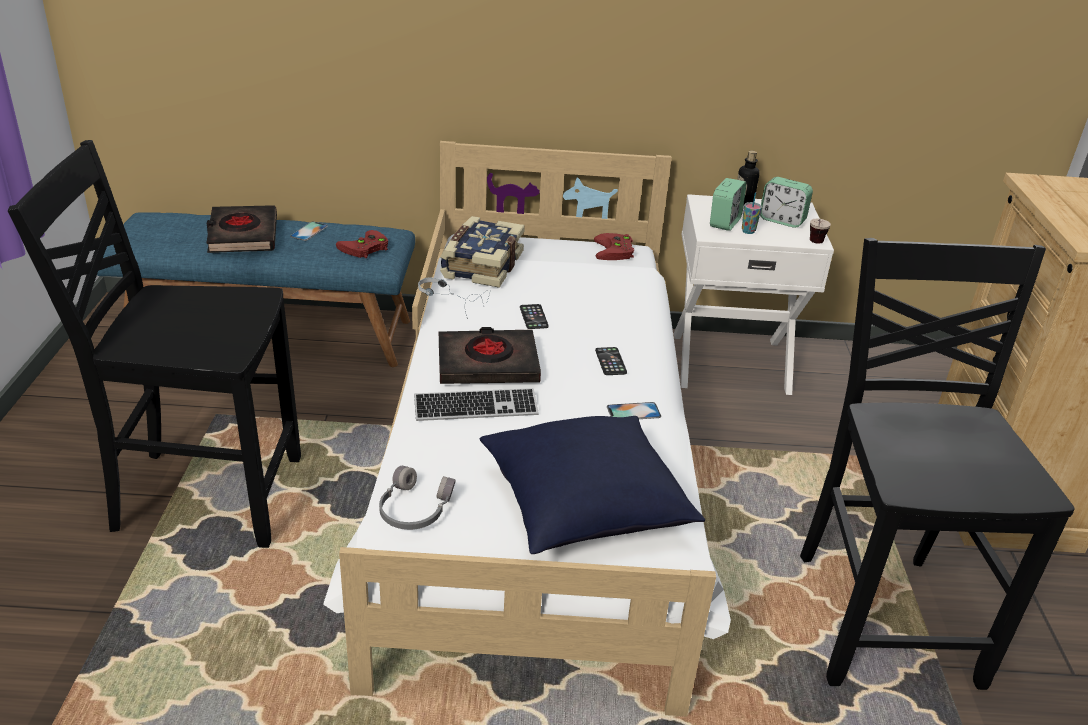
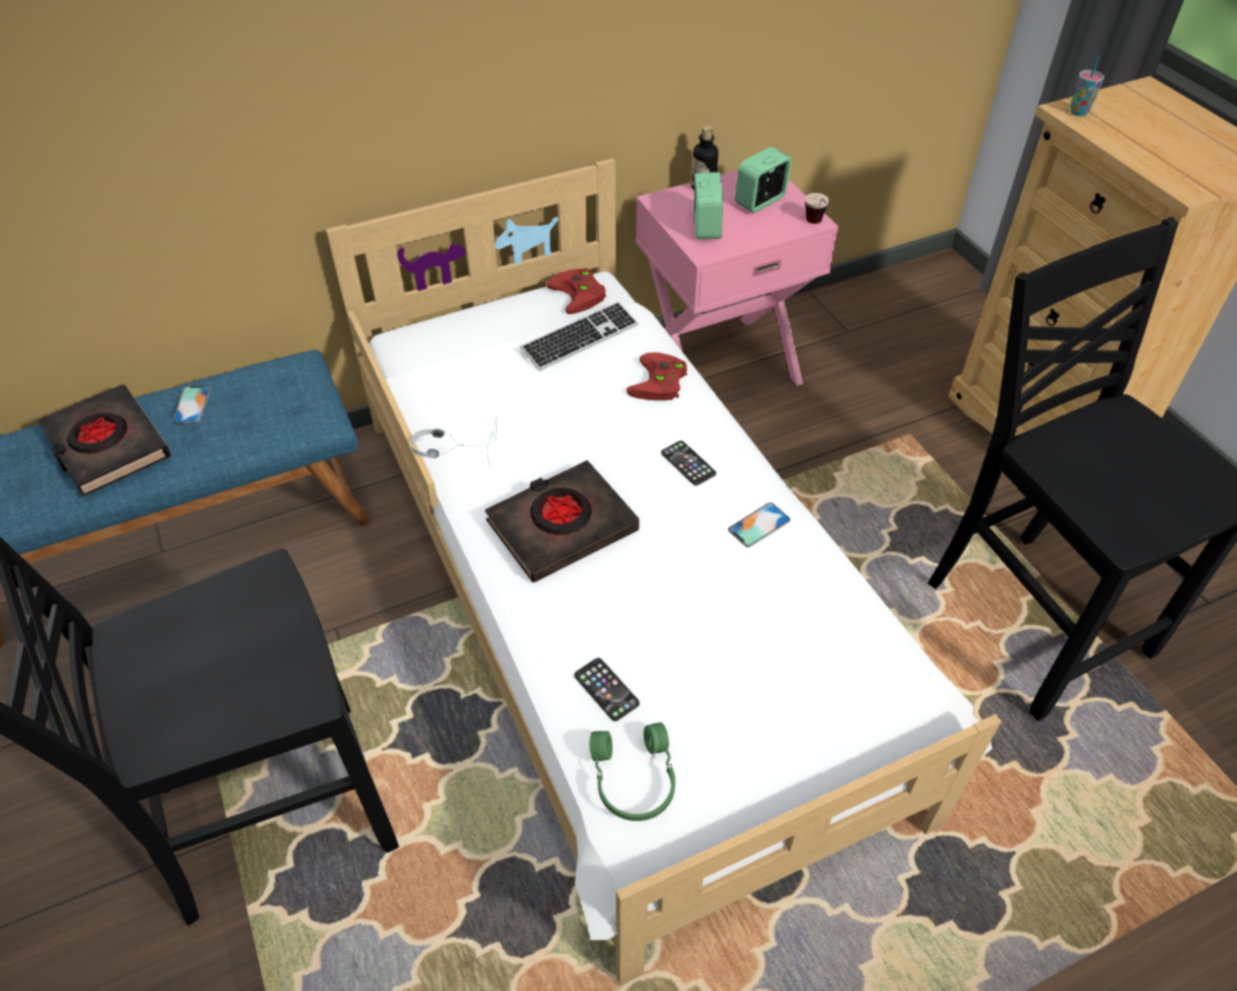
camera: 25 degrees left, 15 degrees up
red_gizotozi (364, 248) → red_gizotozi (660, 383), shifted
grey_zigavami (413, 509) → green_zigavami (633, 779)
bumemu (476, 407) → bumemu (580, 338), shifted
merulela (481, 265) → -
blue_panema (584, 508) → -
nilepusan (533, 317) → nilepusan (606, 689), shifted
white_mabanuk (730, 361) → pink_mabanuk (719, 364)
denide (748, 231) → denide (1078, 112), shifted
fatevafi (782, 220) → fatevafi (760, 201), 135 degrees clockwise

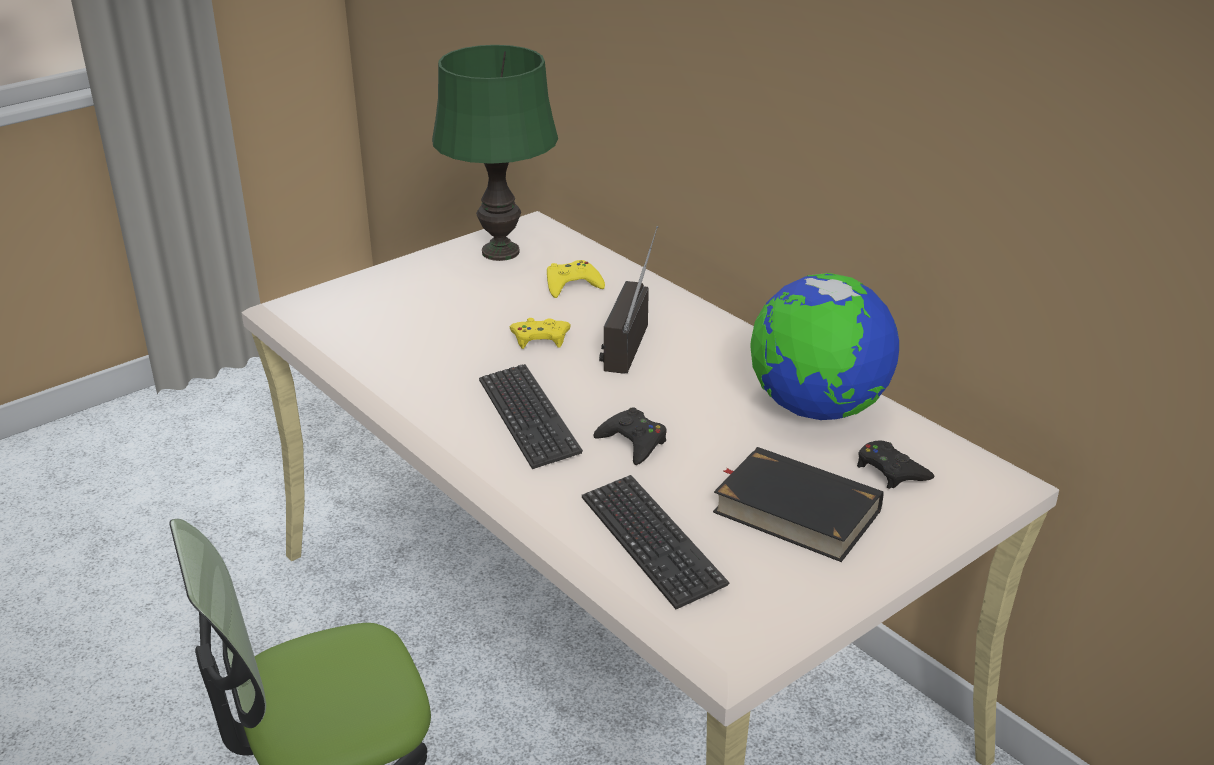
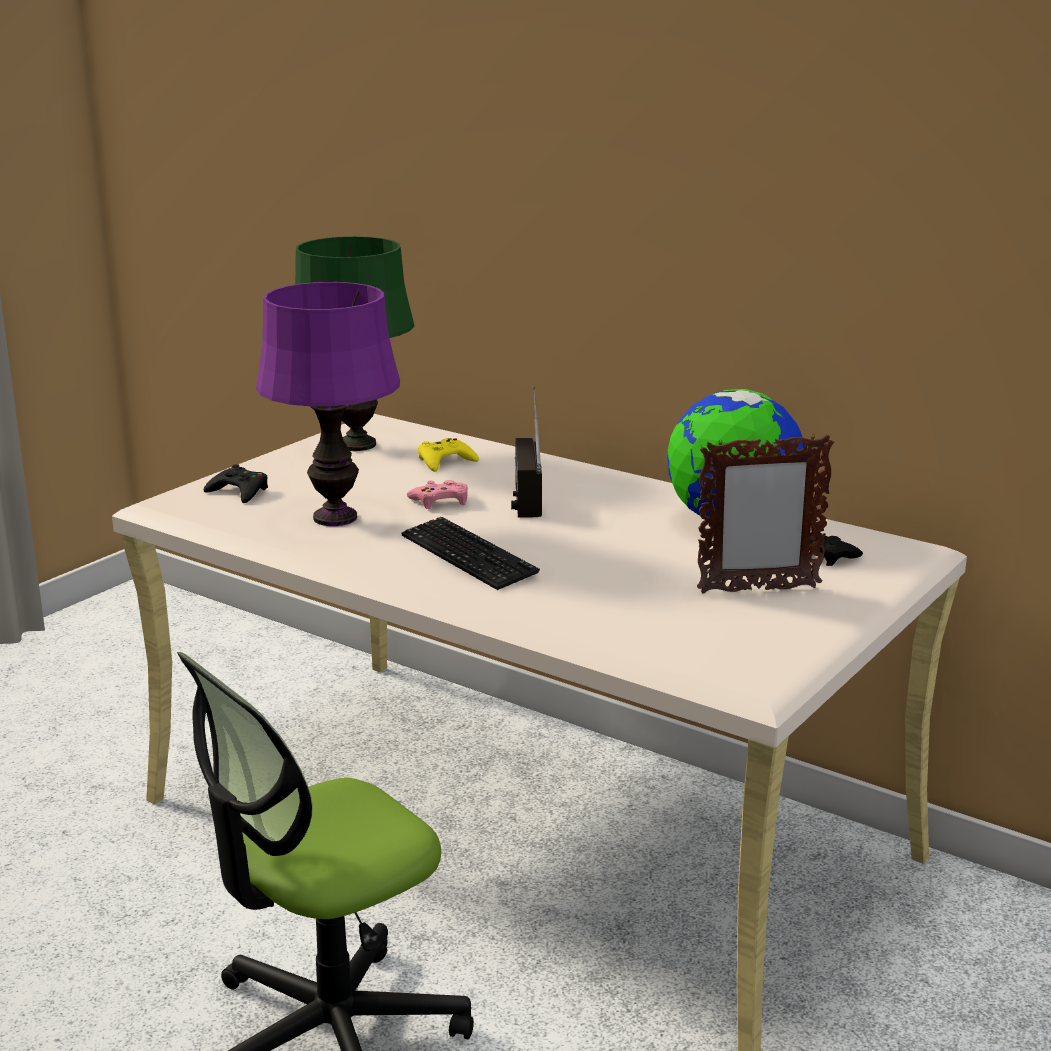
camera: 15 degrees left, 10 degrees down
yellow_gizotozi (540, 338) → pink_gizotozi (440, 501)
bumemu (651, 542) → -
black_gizotozi (633, 442) → black_gizotozi (239, 491), shifted
black_merulela (796, 511) → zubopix (757, 590)
- → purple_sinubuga (334, 518)

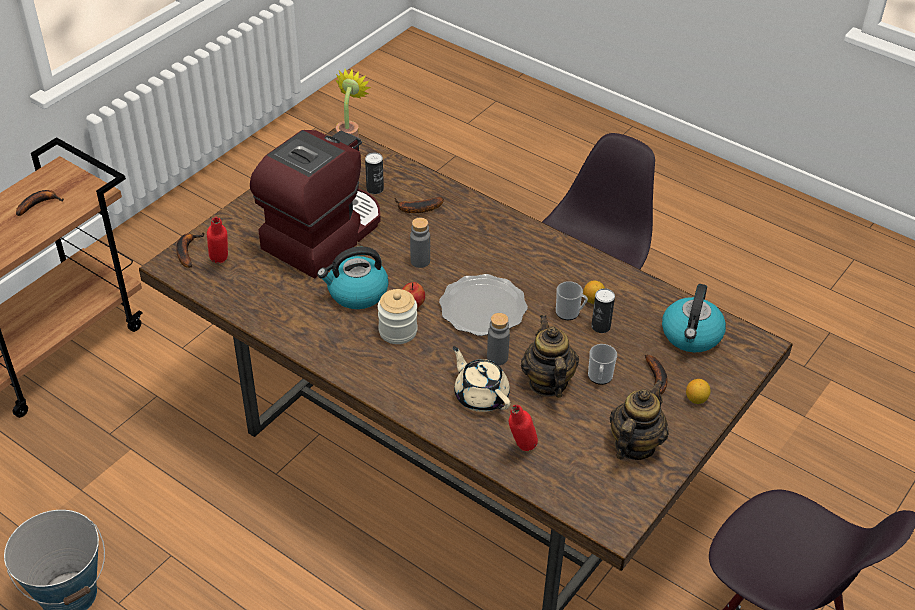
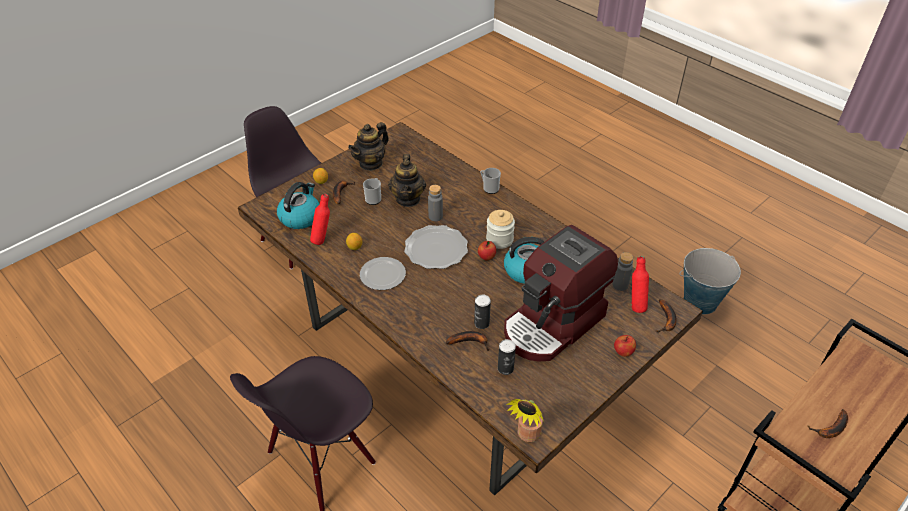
camera: 170 degrees left, 0 degrees up
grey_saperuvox (420, 261) → grey_saperuvox (620, 285), shifted
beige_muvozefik (480, 395) → -
red_saperuvox (521, 451) → red_saperuvox (323, 239), shifted
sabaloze (570, 313) → sabaloze (489, 188), shifted
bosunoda (600, 326) → bosunoda (481, 323), shifted
- → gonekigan (382, 275)
- → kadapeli (623, 352)

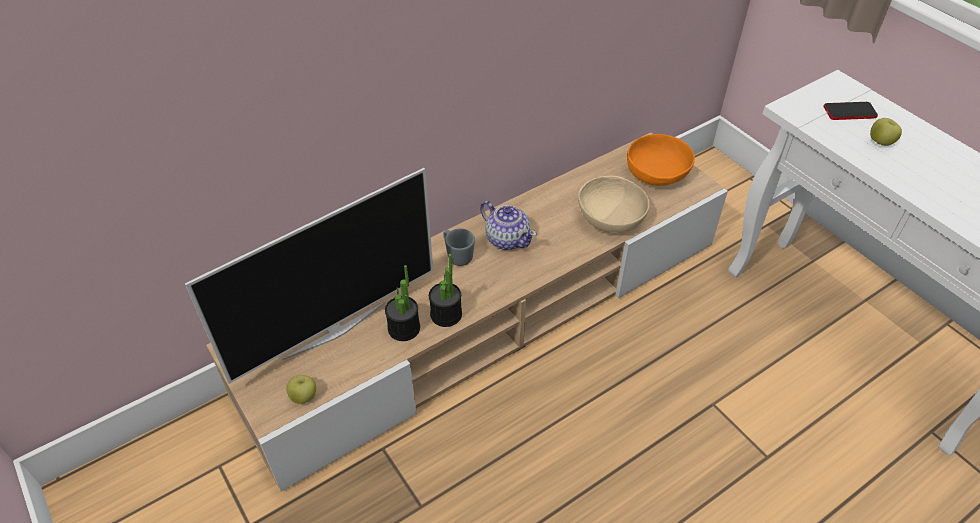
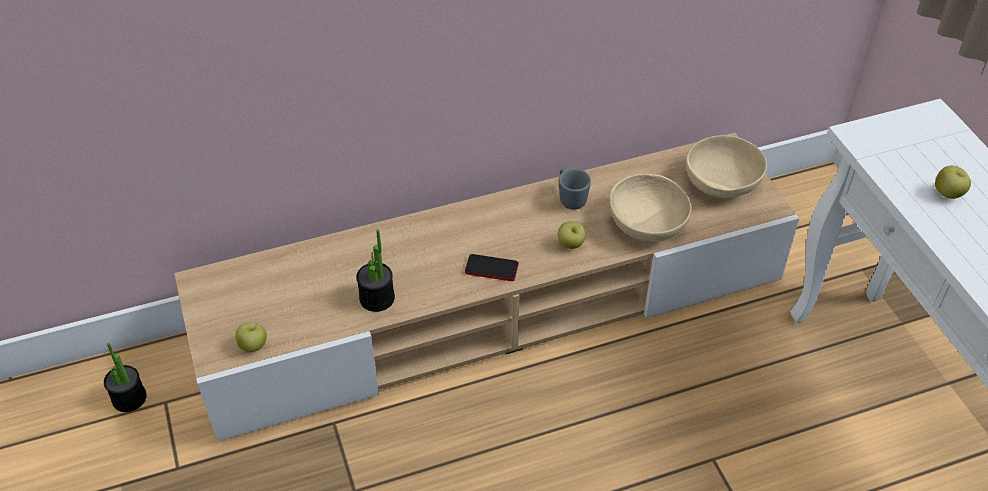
camera: 15 degrees right, 0 degrees up
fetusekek (334, 329) → -
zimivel (446, 314) → zimivel (129, 398), shifted
grey_sabaloze (457, 256) → grey_sabaloze (570, 198), shifted
muvozefik (507, 239) → -
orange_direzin (657, 174) → beige_direzin (722, 183)
nilepusan (849, 112) → nilepusan (491, 268), shifted
- → kadapeli (570, 244)

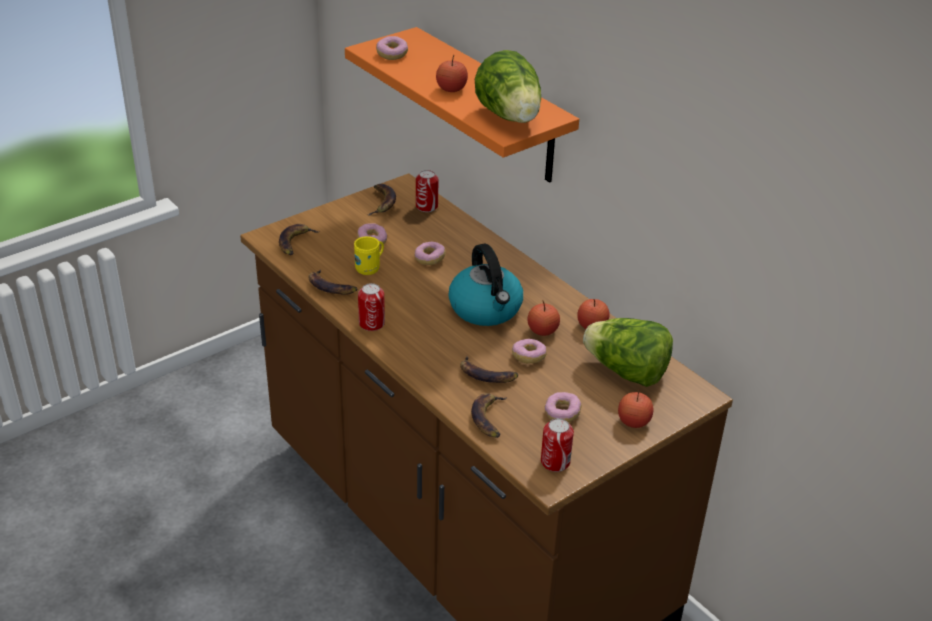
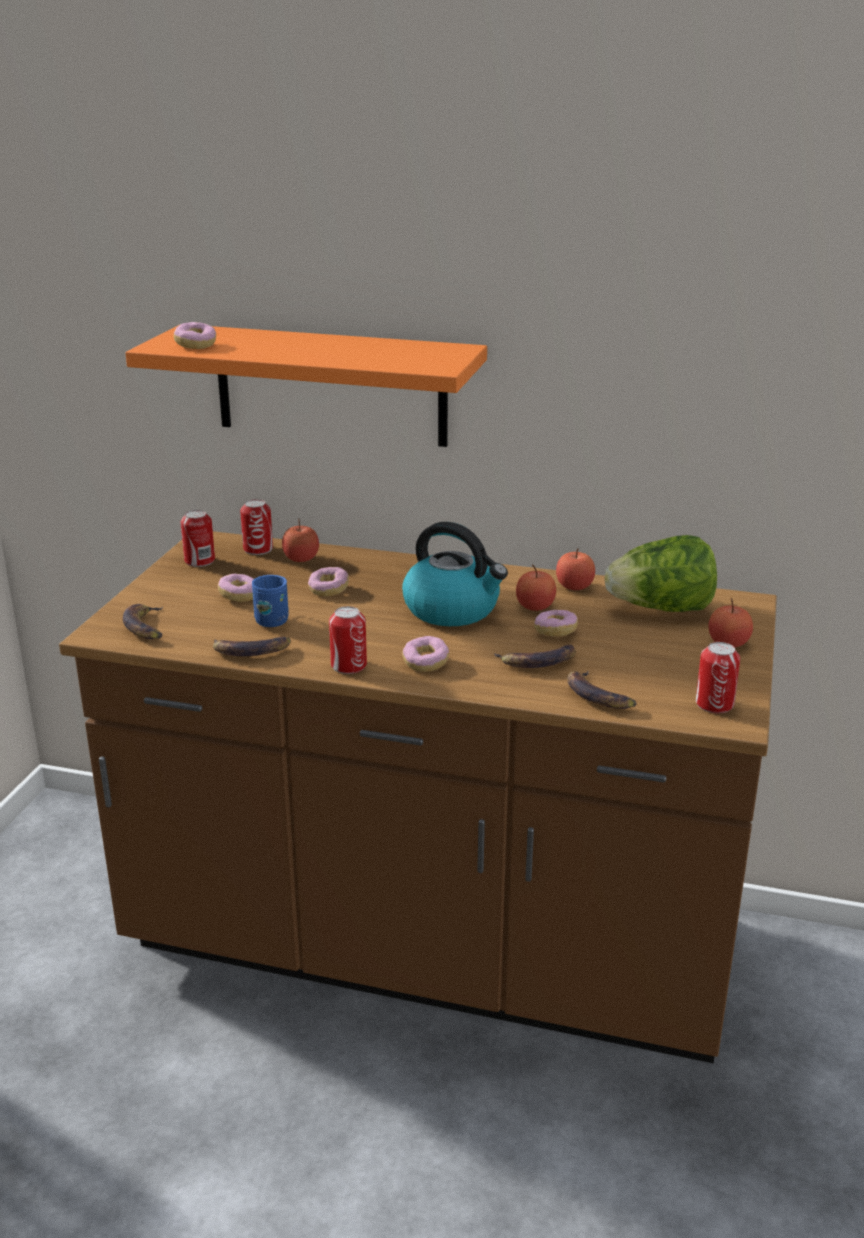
camera: 35 degrees left, 10 degrees down
yellow_sabaloze (370, 268) → blue_sabaloze (273, 619)
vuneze (381, 202) → bosunoda (199, 561)
kadapeli (451, 89) → kadapeli (301, 559), shifted
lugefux (510, 117) → -
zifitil (562, 413) → zifitil (425, 663), shifted

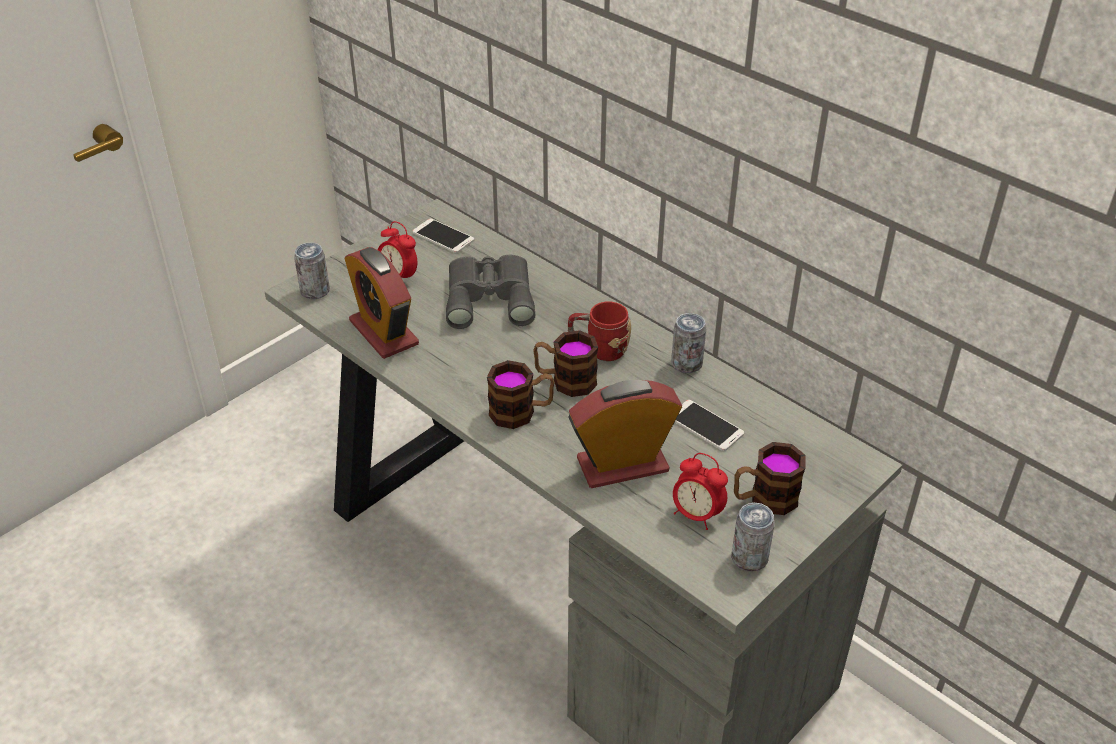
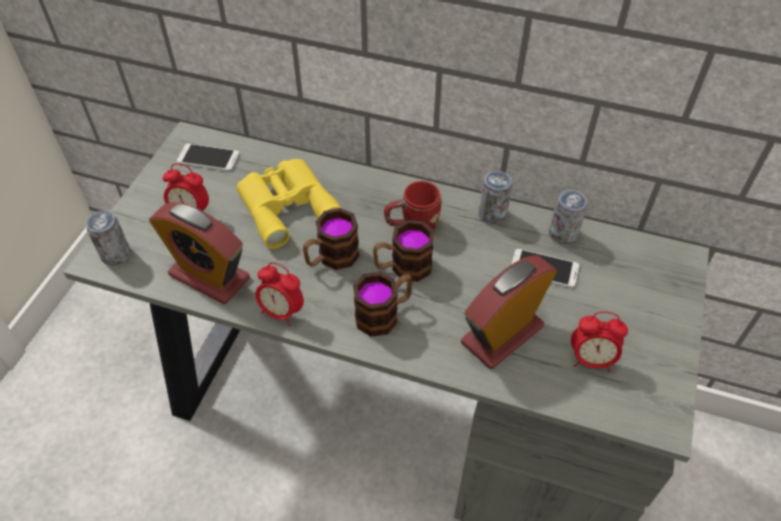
camera: 25 degrees left, 10 degrees up
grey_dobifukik (490, 296) → yellow_dobifukik (286, 205)
bosunoda (749, 558) → bosunoda (563, 234), shifted
sabaloze (764, 499) → sabaloze (331, 258), shifted
- → fatevafi (282, 312)

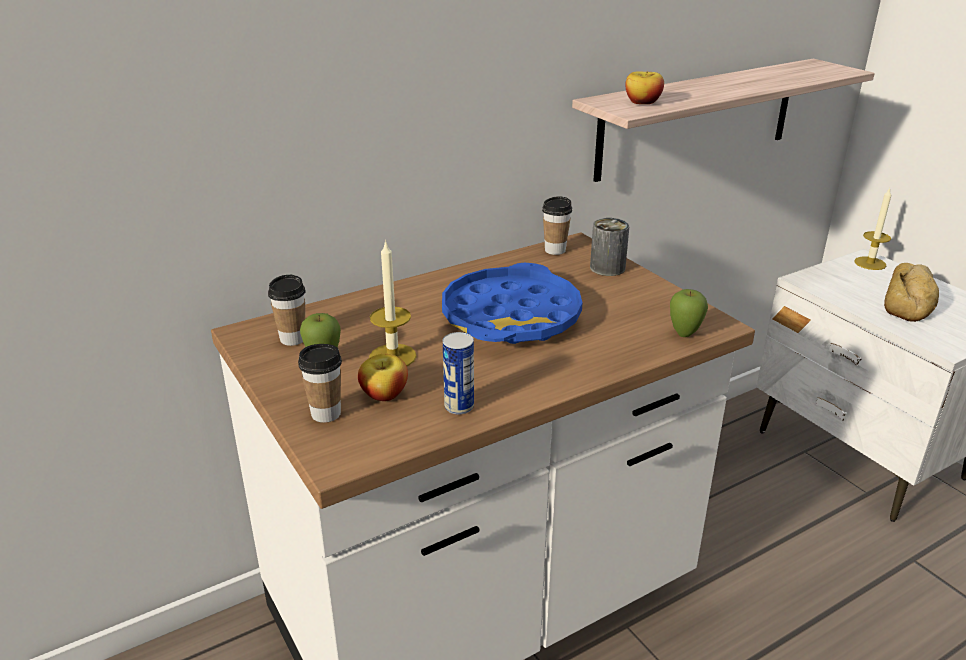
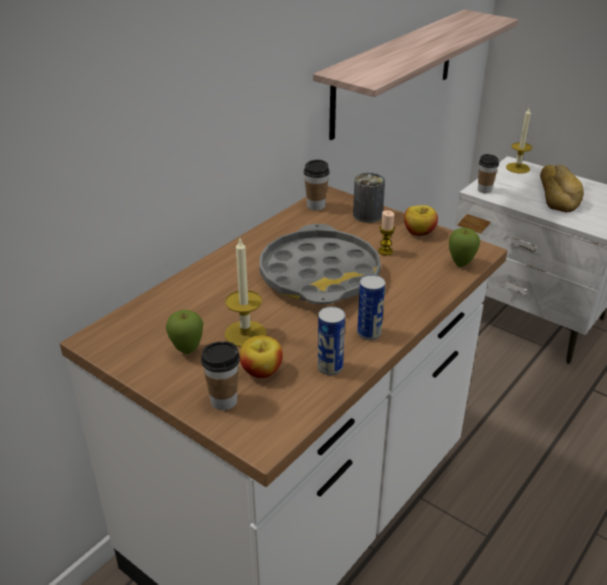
camera: 20 degrees left, 5 degrees up
denide (293, 339) → denide (484, 190), shifted
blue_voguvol (511, 316) → grey_voguvol (319, 275)
kadapeli (642, 103) → kadapeli (419, 232), shifted
- → bosunoda (369, 333)
- → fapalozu (385, 251)

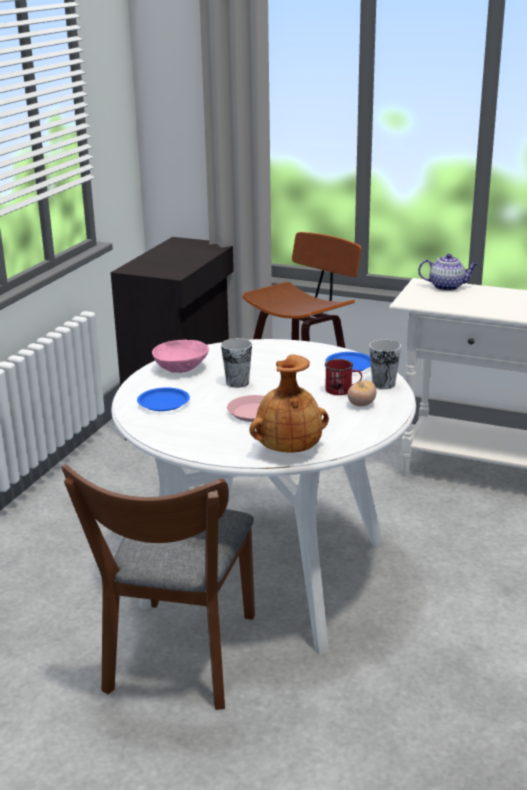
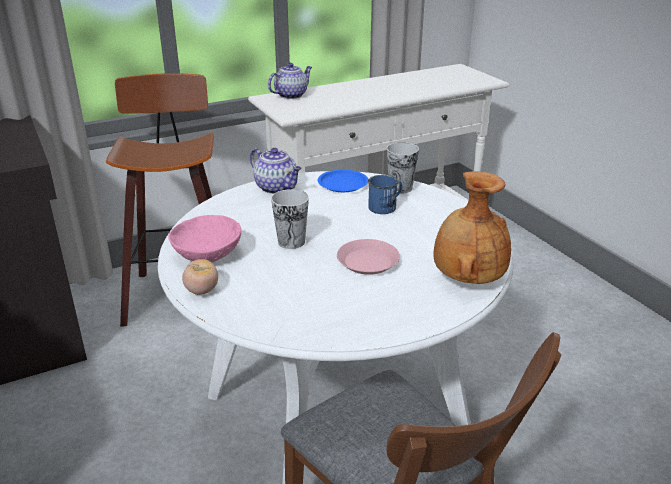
camera: 50 degrees left, 5 degrees up
blue_gonekigan (163, 403) → -
red_sabaloze (343, 390) → blue_sabaloze (385, 207)
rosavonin (361, 405) → rosavonin (202, 290), shifted
- → muvozefik (277, 188)

